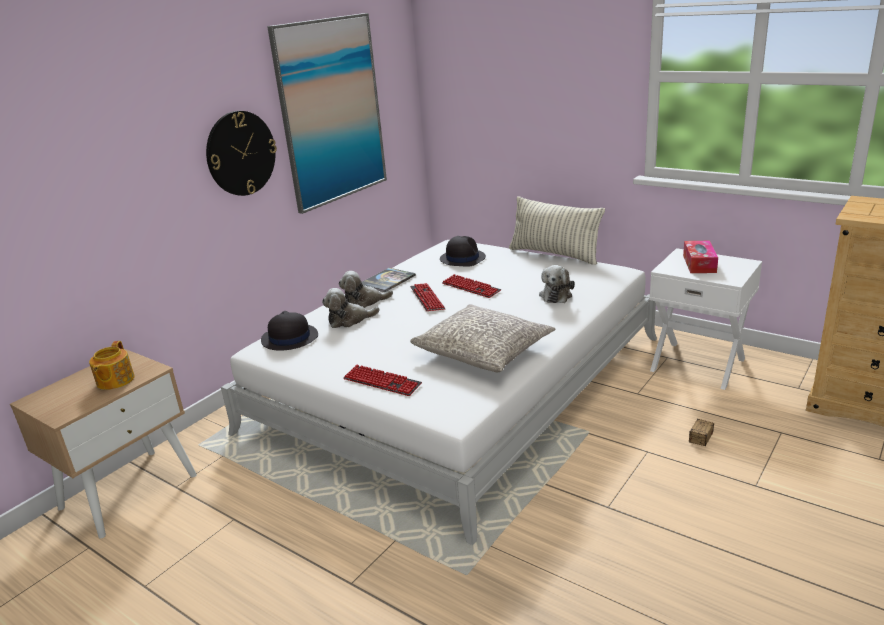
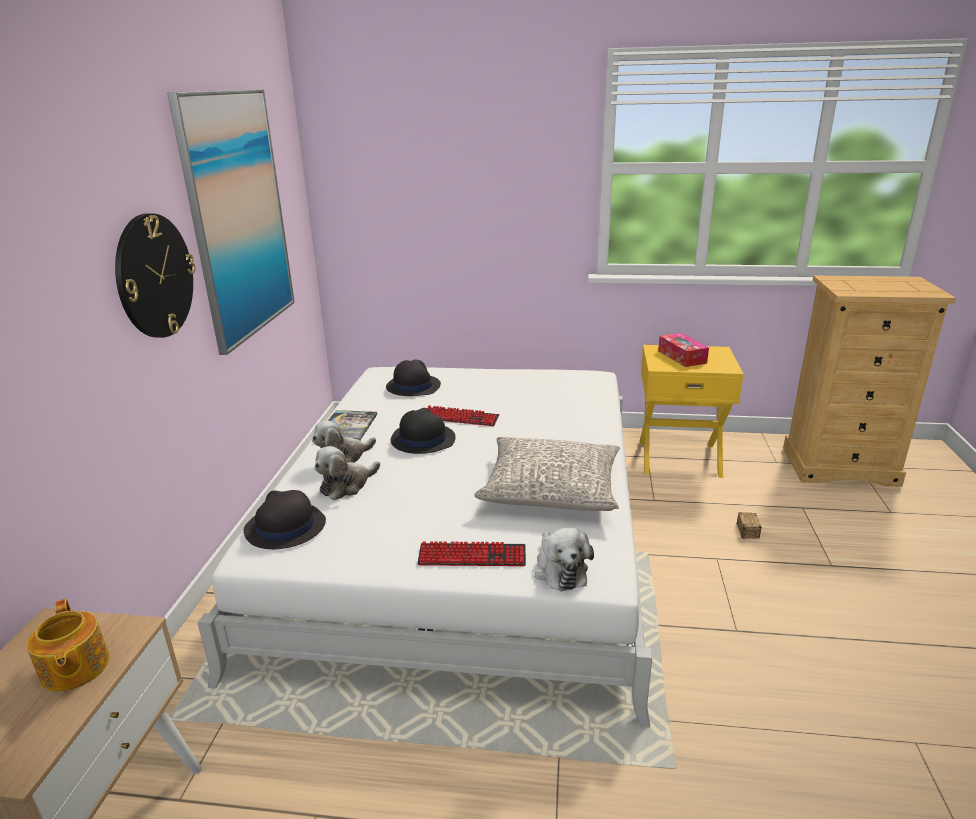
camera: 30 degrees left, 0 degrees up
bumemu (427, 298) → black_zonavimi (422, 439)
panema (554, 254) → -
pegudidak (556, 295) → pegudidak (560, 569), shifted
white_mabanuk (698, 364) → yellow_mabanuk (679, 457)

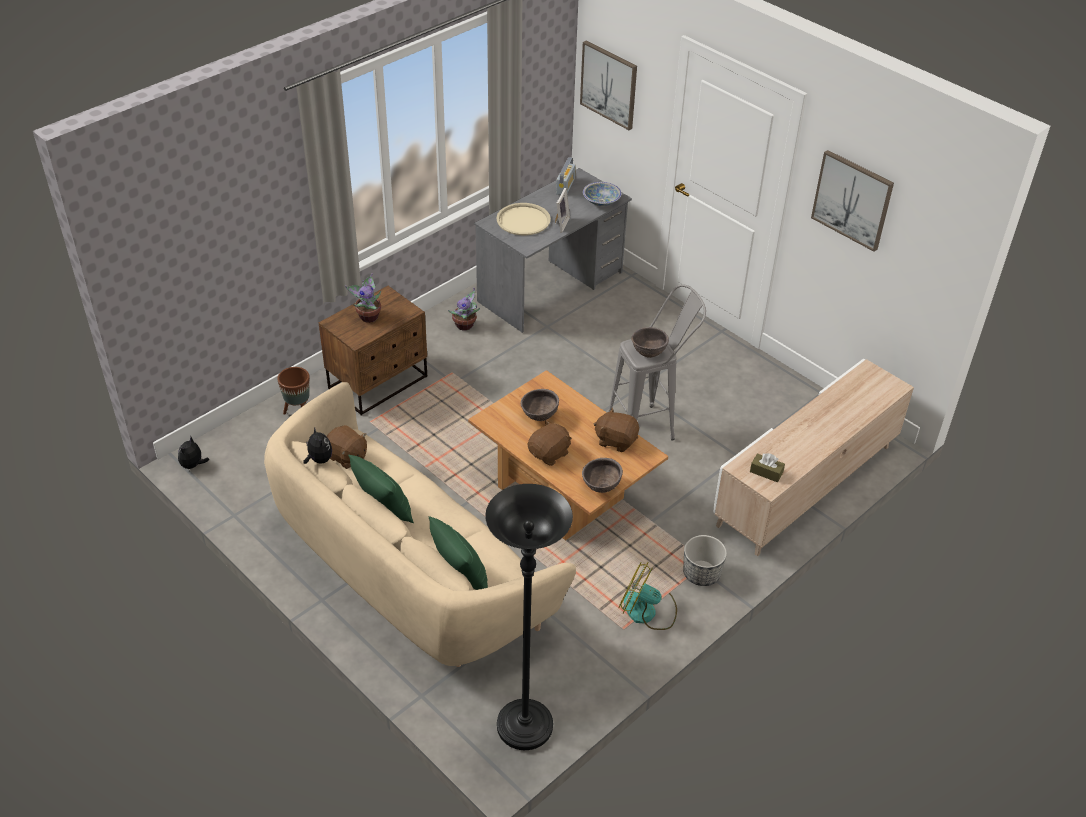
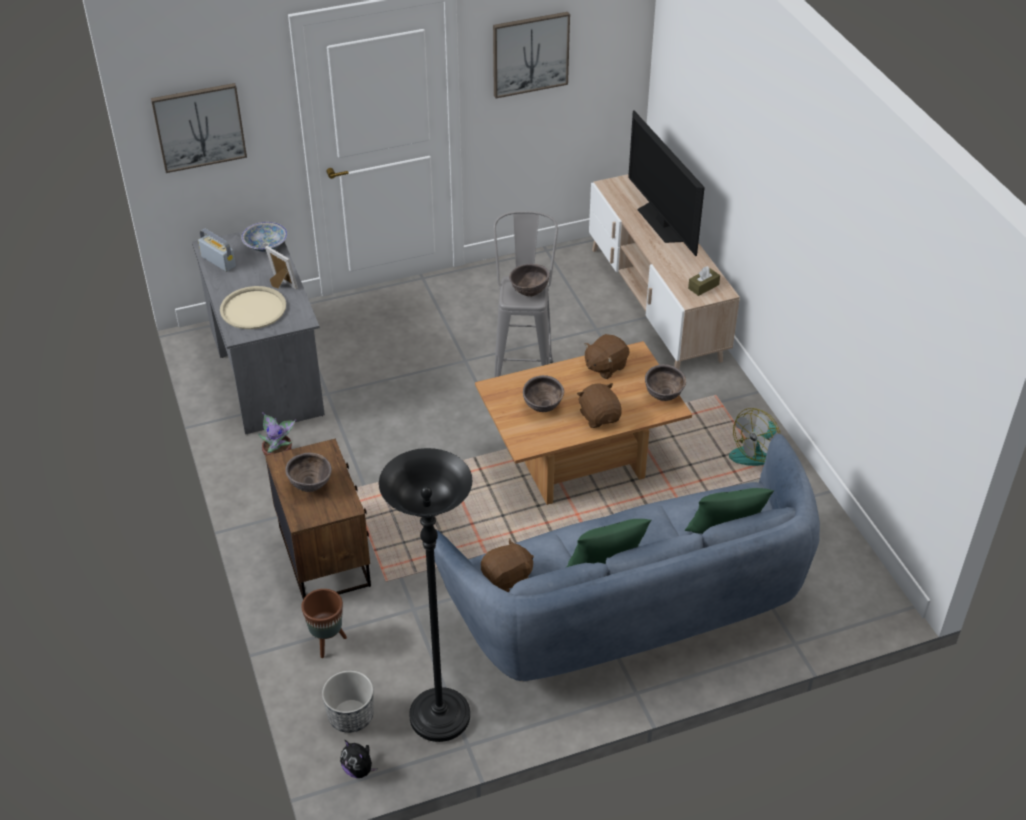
camera: 65 degrees left, 0 degrees up
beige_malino (408, 572) → blue_malino (630, 610)
pegudidak (319, 459) → -
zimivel (368, 316) → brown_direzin (310, 486)
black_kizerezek (524, 726) → black_kizerezek (439, 717), shifted
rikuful (701, 573) → rikuful (350, 716), shifted
- → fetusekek (662, 223)

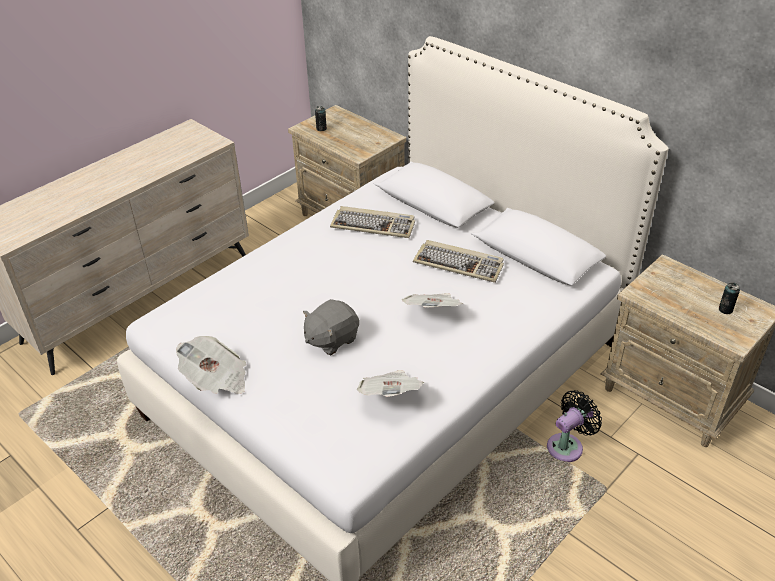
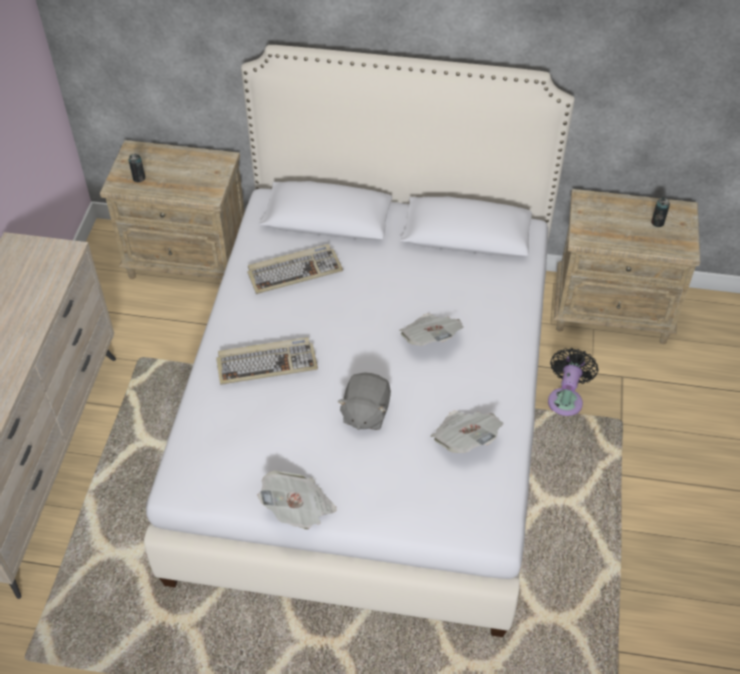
camera: 35 degrees left, 10 degrees up
bumemu (459, 263) → bumemu (267, 363), shifted

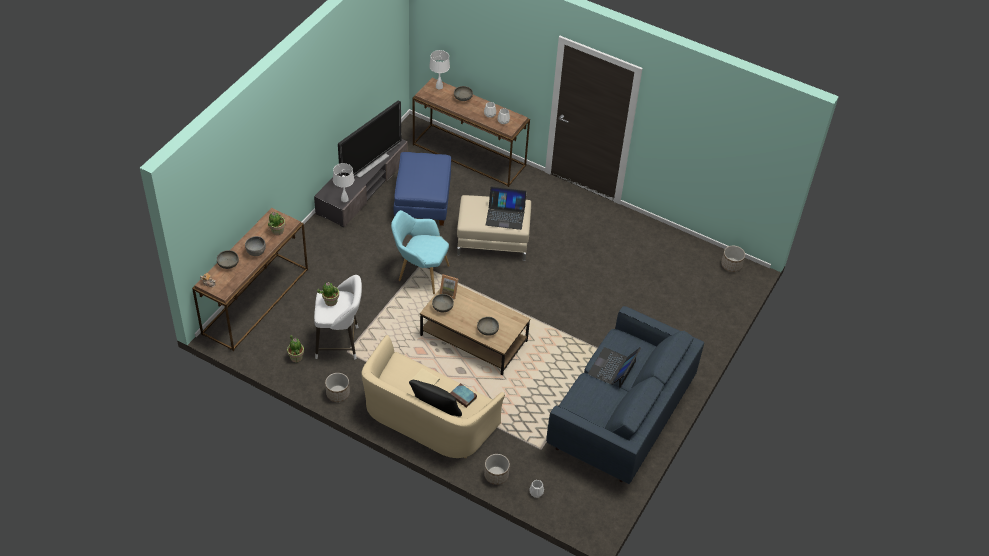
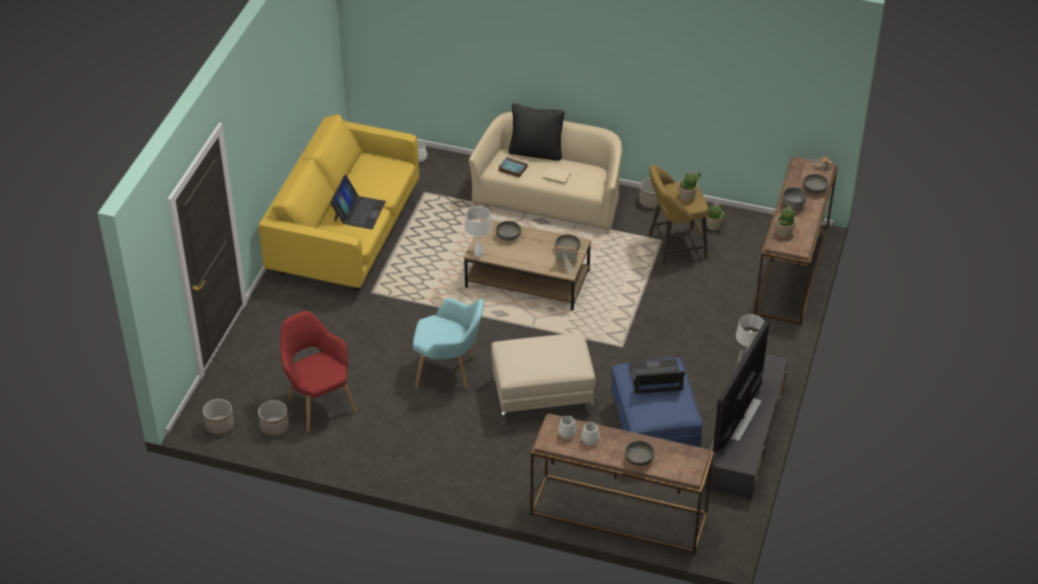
camera: 170 degrees right, 5 degrees down
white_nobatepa (340, 343) → yellow_nobatepa (674, 247)
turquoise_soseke (420, 273) → turquoise_soseke (449, 372), shifted
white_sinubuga (439, 87) → white_sinubuga (478, 253), shifted
rikuful (496, 475) → rikuful (275, 427), shifted
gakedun (505, 215) → gakedun (655, 377), shifted
blue_malino (619, 415) → yellow_malino (346, 235)
- → red_soseke (318, 402)

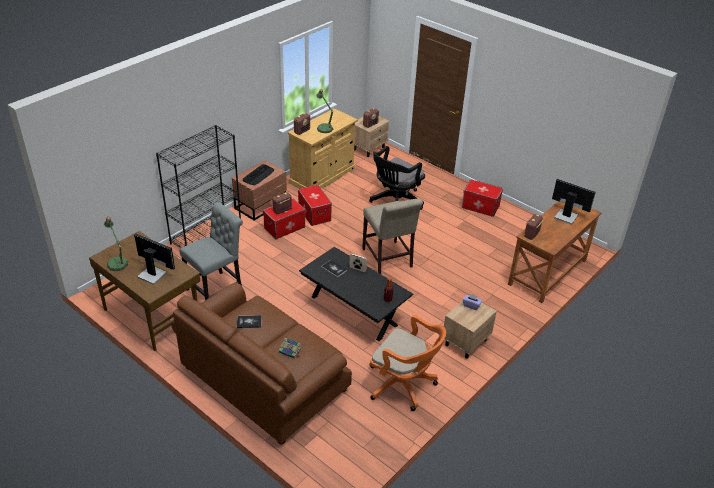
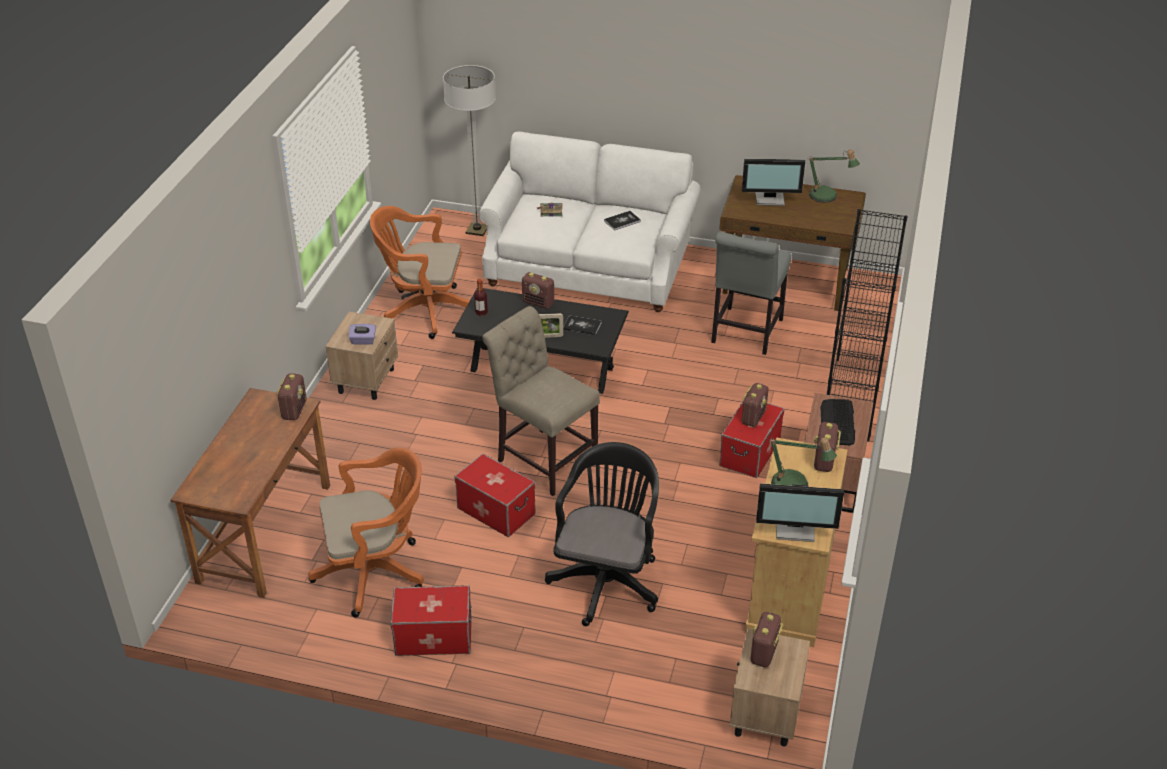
camera: 155 degrees right, 0 degrees up
brown_malino (264, 379) → white_malino (589, 267)
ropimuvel (314, 214) → ropimuvel (495, 511), shifted
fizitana (566, 216) → fizitana (795, 529), shifted
- → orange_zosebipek (376, 572)
- → kizerezek (477, 230)
- → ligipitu (538, 303)

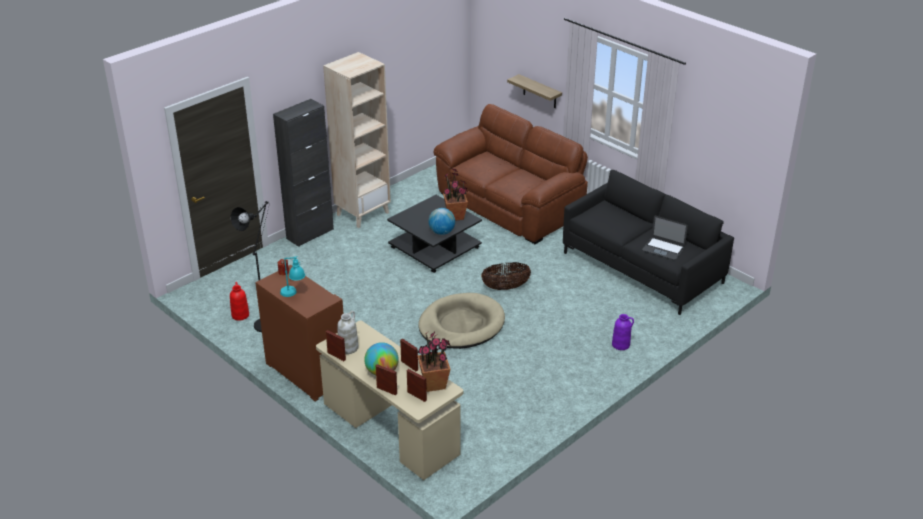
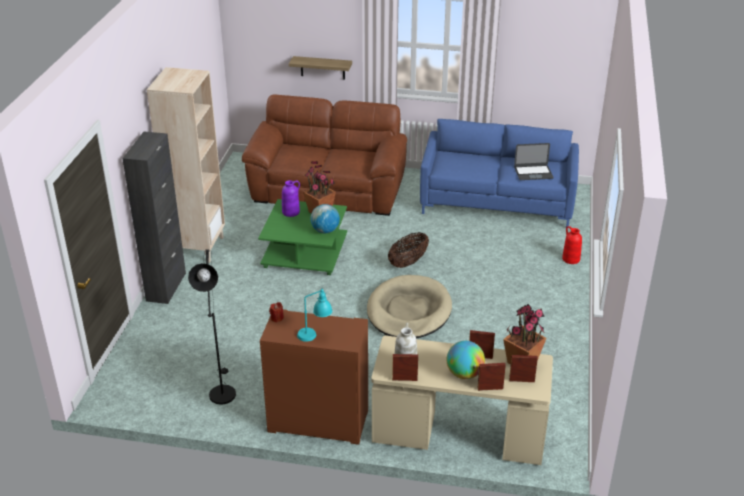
camera: 35 degrees left, 0 degrees up
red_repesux (240, 315) → red_repesux (570, 259), shifted
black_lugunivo (436, 248) → green_lugunivo (306, 252)
black_malino (642, 268) → blue_malino (497, 202)
purple_repesux (621, 344) → purple_repesux (291, 212), shifted

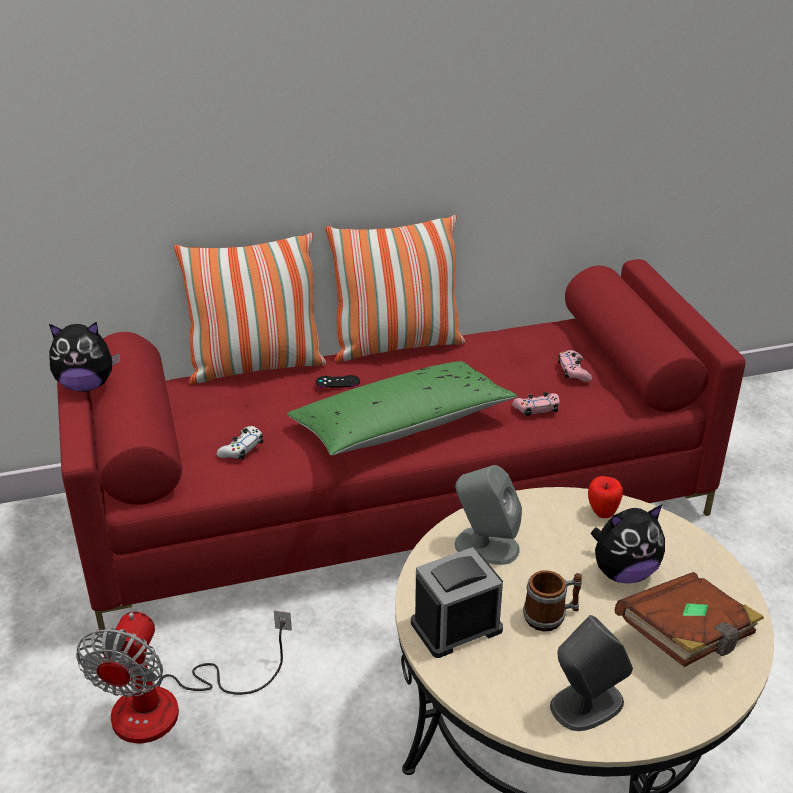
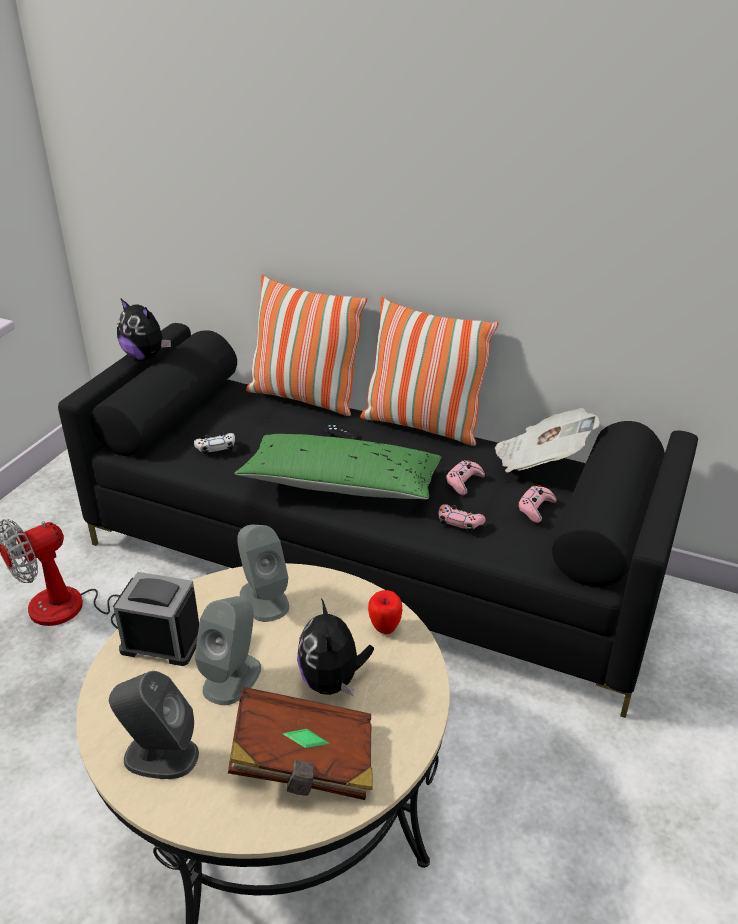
camera: 40 degrees right, 0 degrees up
red_malino (398, 504) → black_malino (371, 562)
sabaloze (551, 616) → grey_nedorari (232, 677)
pegudidak (623, 572) → pegudidak (333, 681), 60 degrees clockwise
- → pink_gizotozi (464, 482)
- → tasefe (540, 461)

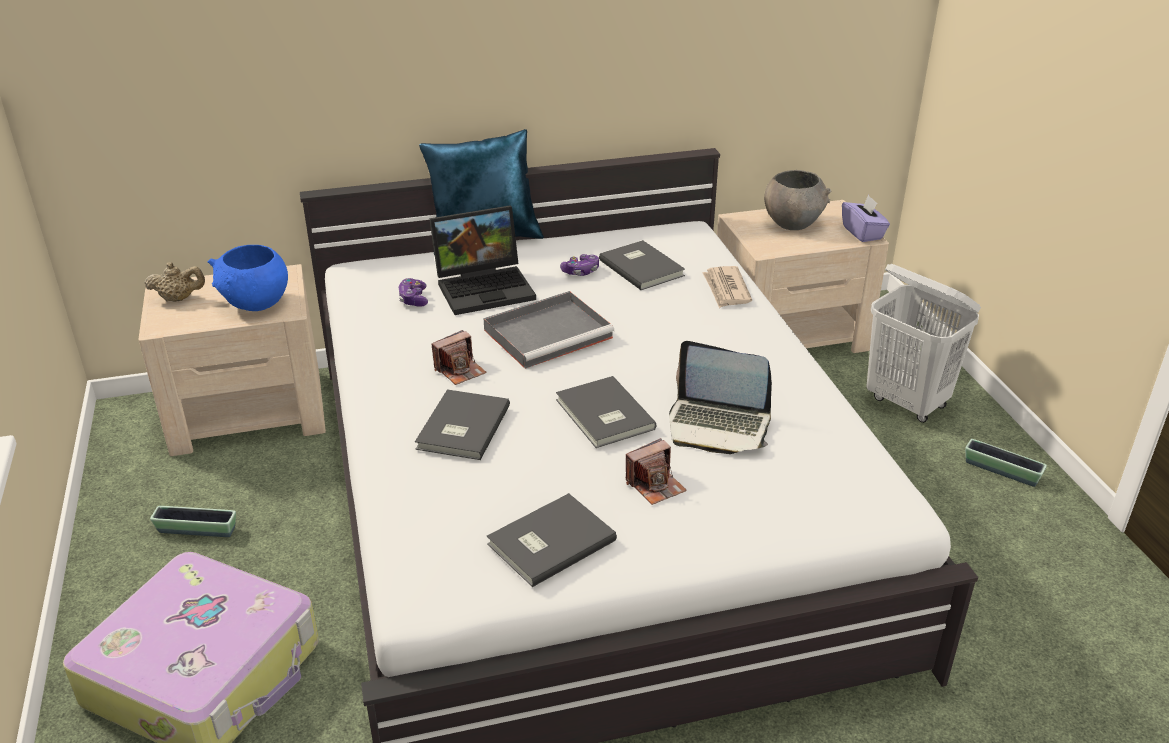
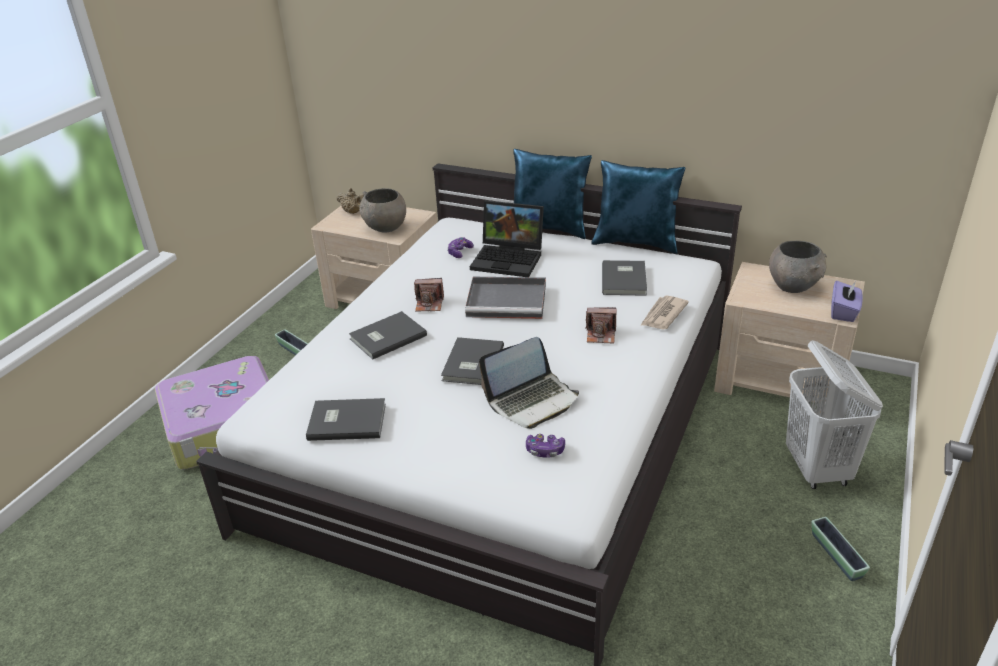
camera: 40 degrees right, 0 degrees up
blue_direzin (256, 304) → grey_direzin (385, 228)
gizotozi (581, 271) → gizotozi (545, 451), shifted
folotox (655, 485) → folotox (601, 335), shifted
gakedun (718, 426) → gakedun (532, 400), 90 degrees counterclockwise
- → blue_panema (636, 242)

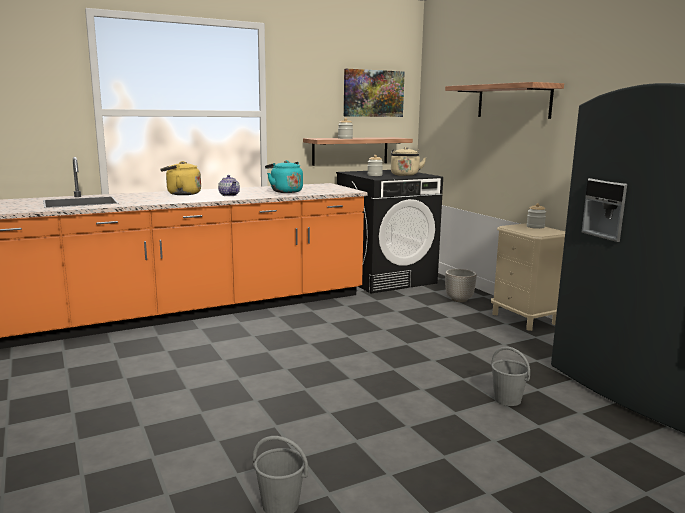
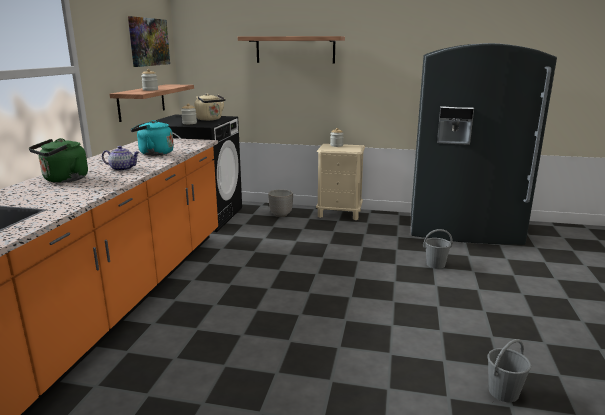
camera: 50 degrees left, 5 degrees up
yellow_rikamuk (181, 194) → green_rikamuk (63, 180)

